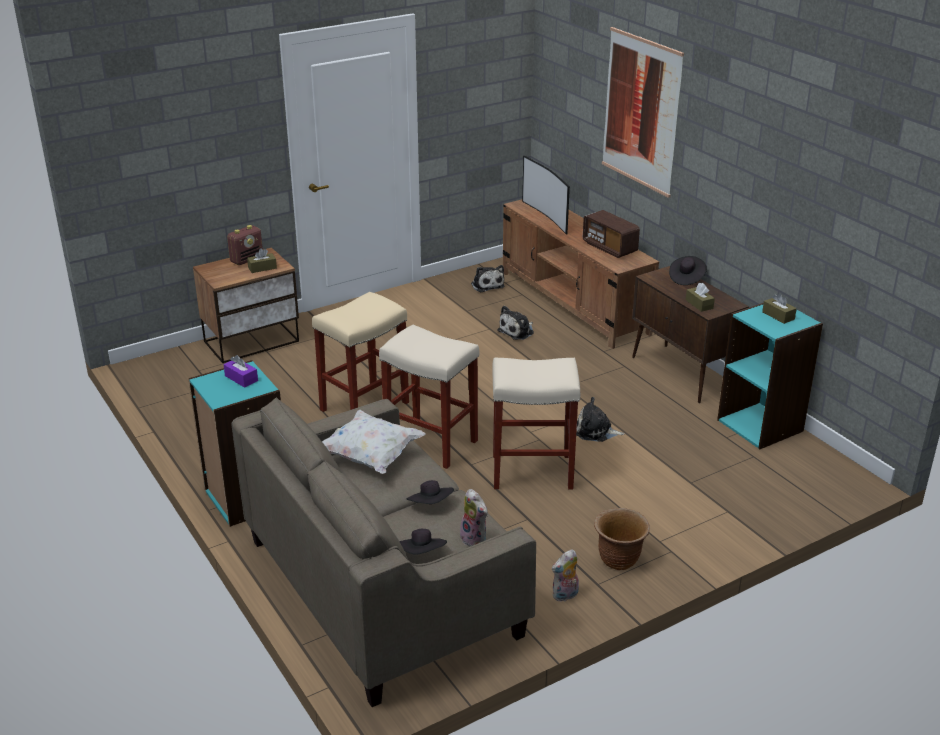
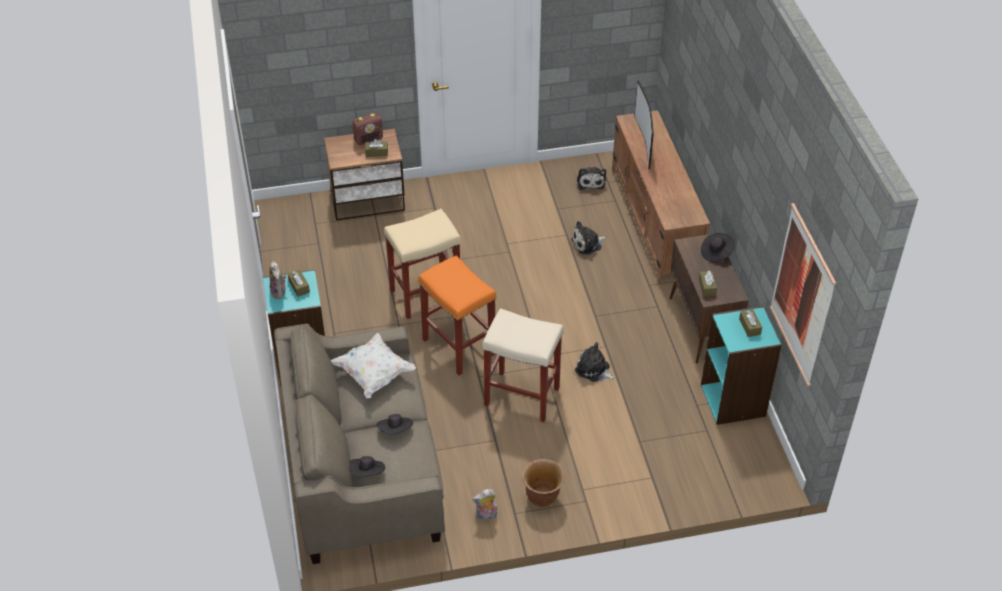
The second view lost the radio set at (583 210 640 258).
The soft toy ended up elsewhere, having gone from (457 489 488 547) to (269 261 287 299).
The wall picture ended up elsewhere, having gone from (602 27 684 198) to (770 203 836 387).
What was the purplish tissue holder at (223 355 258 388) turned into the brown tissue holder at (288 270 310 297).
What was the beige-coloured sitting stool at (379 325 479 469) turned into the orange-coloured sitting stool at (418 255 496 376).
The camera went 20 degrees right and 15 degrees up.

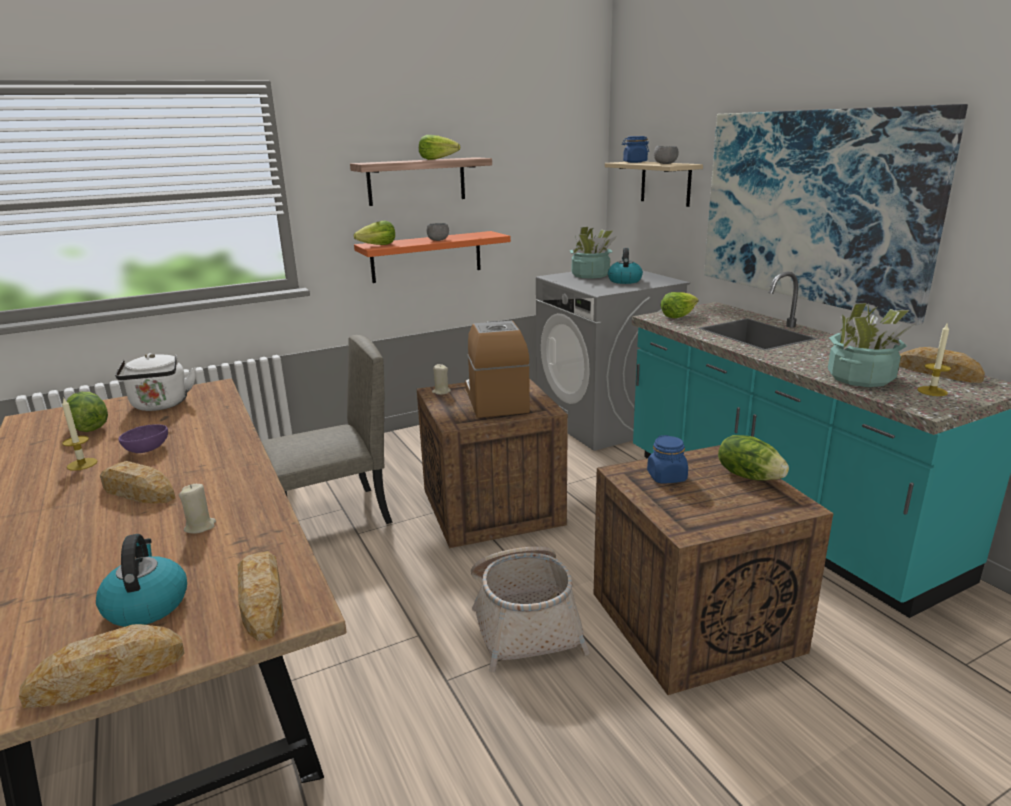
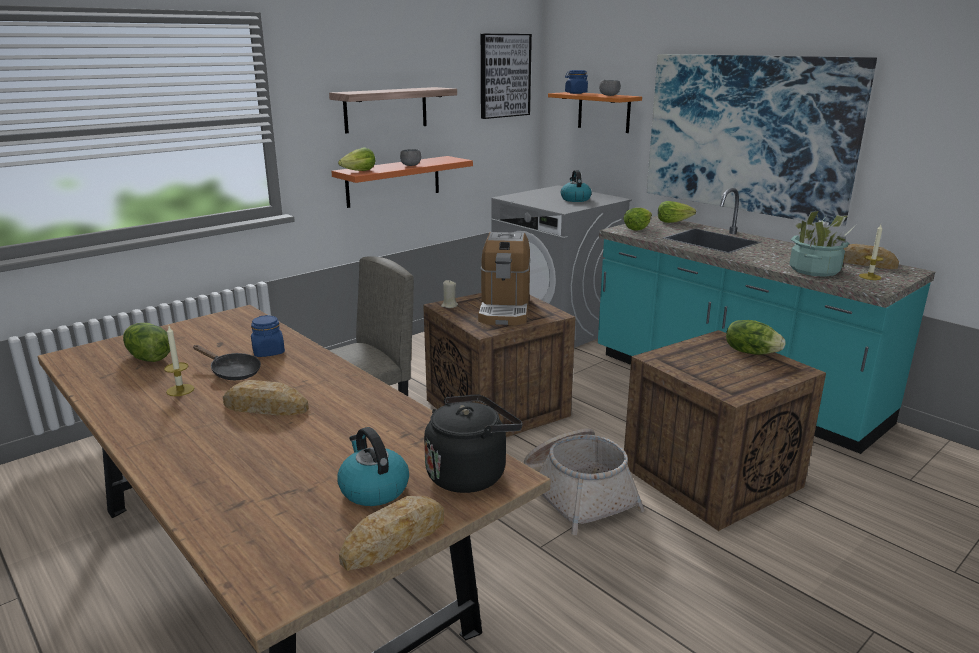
The second view lost the white tea kettle at (115 353 196 411).
The second view lost the beige-coloured candle at (179 484 216 534).
The second view lost the plant in a pot at (570 227 617 279).
The second view gained the wall picture at (481 34 532 119).
The lettuce head ended up elsewhere, having gone from (419 135 460 160) to (658 201 696 223).
The blue-coloured storage jar ended up elsewhere, having gone from (647 435 688 483) to (251 315 285 357).
Where the purplish deep dish stood at (118 424 168 453), the black frying pan came to stand at (193 345 261 380).
Where the baked bread stood at (238 551 284 641), the black tea kettle came to stand at (424 394 522 493).
What was the beige-coloured bracket shelf at (605 162 703 207) turned into the orange-coloured bracket shelf at (548 92 642 133).
The coffee machine at (465 321 530 418) ended up facing another way, 150 degrees counterclockwise from before.
The camera went 15 degrees left and 0 degrees up.

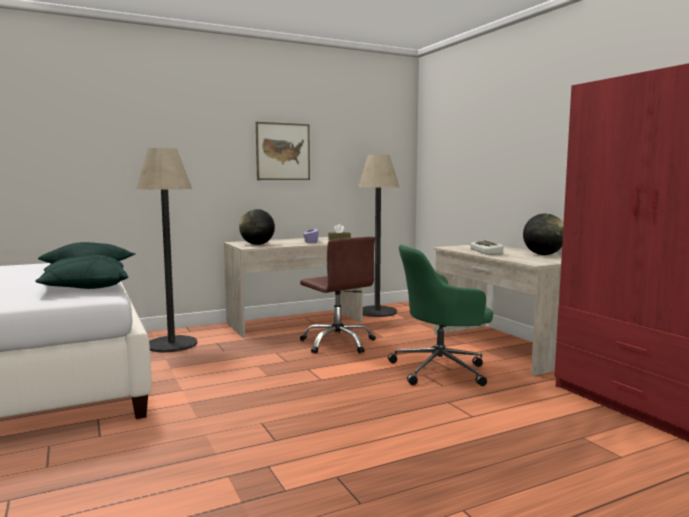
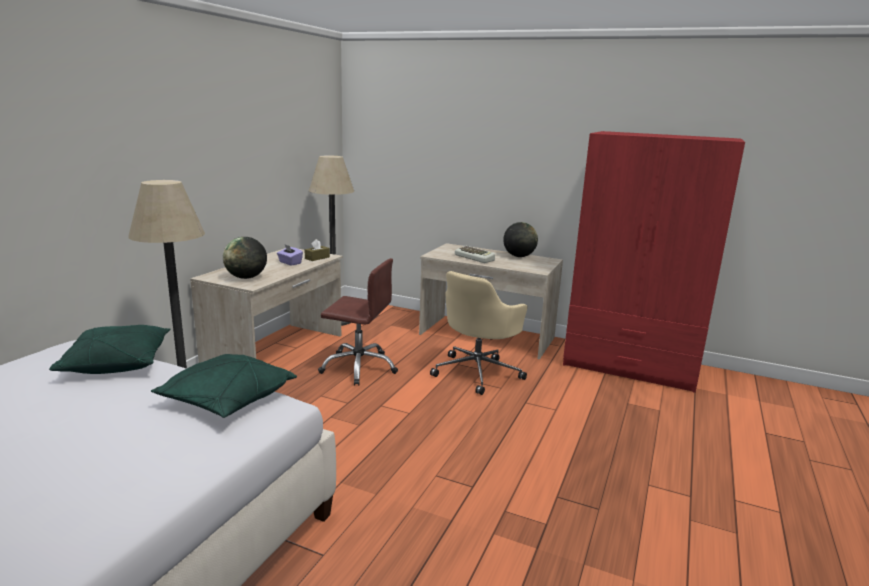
The second view lost the wall picture at (256 122 310 180).
What was the green-coloured desk chair at (388 245 493 386) turned into the beige-coloured desk chair at (430 271 528 395).
The camera went 40 degrees left and 10 degrees up.

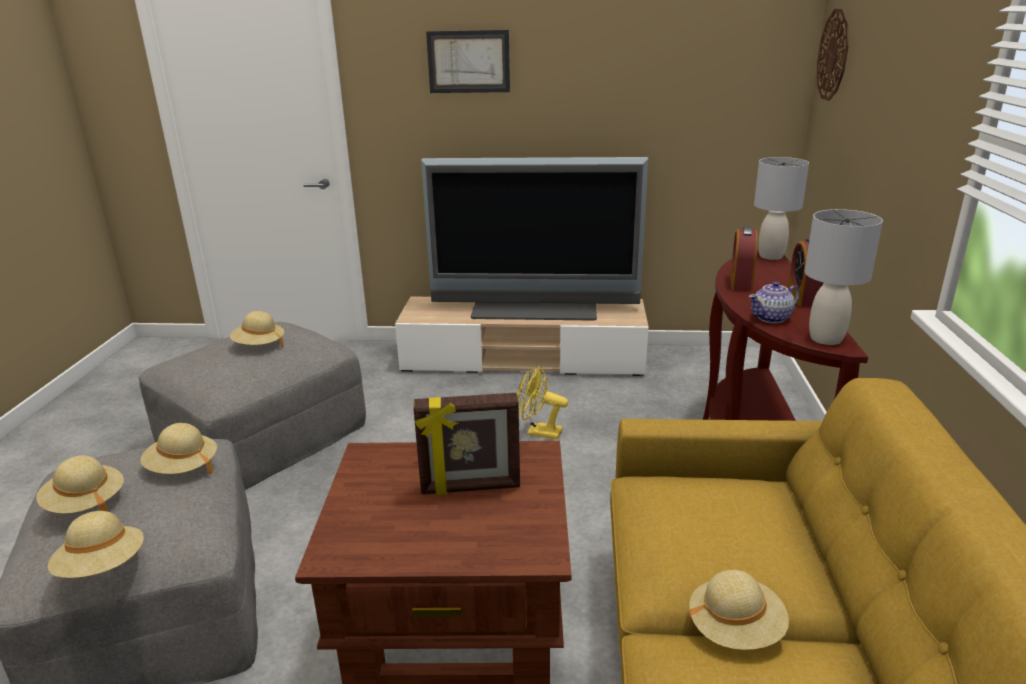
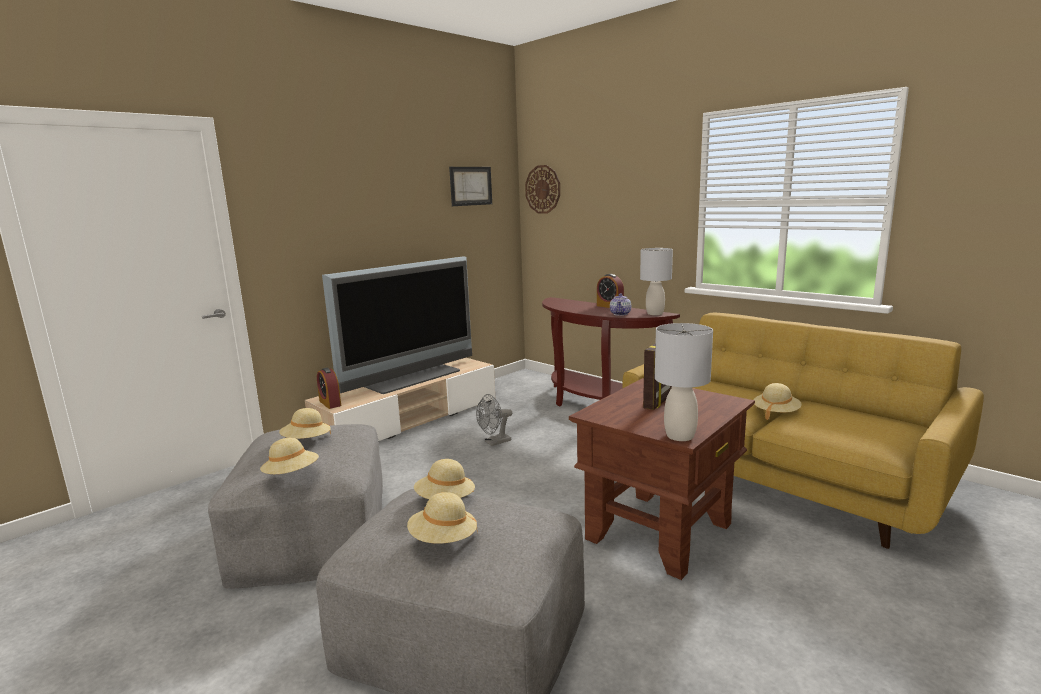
The beige-coloured wearable hat ended up elsewhere, having gone from (48 511 144 578) to (260 437 319 474).
The wall picture ended up elsewhere, having gone from (426 30 510 93) to (449 167 492 206).
The table clock ended up elsewhere, having gone from (730 227 758 291) to (317 368 341 409).
The grey lamp for a table ended up elsewhere, having gone from (754 157 809 260) to (655 323 713 441).
What was the yellowish electric fan at (517 366 568 440) turned into the grey electric fan at (476 394 512 446).
The camera went 50 degrees left and 10 degrees down.

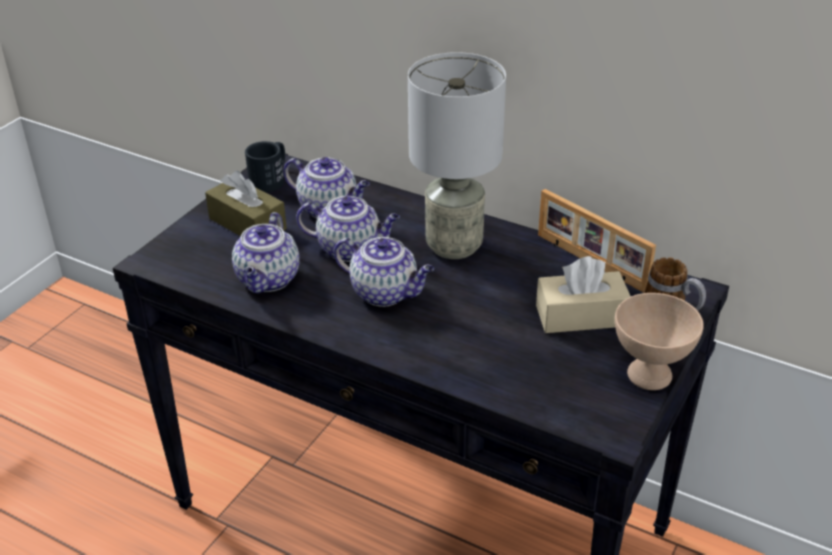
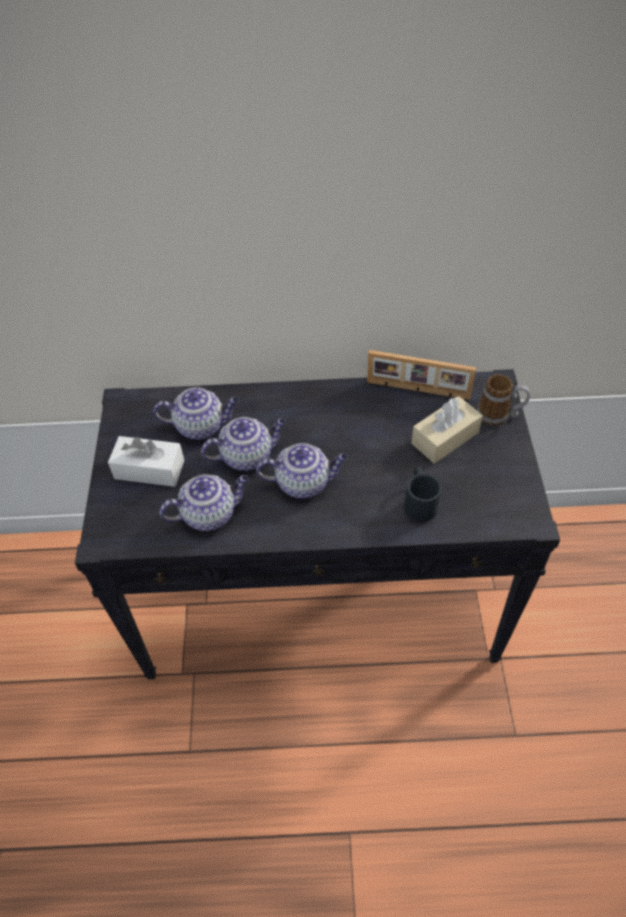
The second view lost the grey lamp for a table at (408 52 506 259).
The second view lost the beige-coloured deep dish at (615 293 704 390).
The black coffee mug ended up elsewhere, having gone from (245 141 285 192) to (404 467 442 522).
What was the brown tissue holder at (205 171 287 236) turned into the white tissue holder at (108 436 184 487).
The teapot at (232 212 300 293) ended up facing another way, 90 degrees counterclockwise from before.
The camera went 30 degrees left and 15 degrees up.

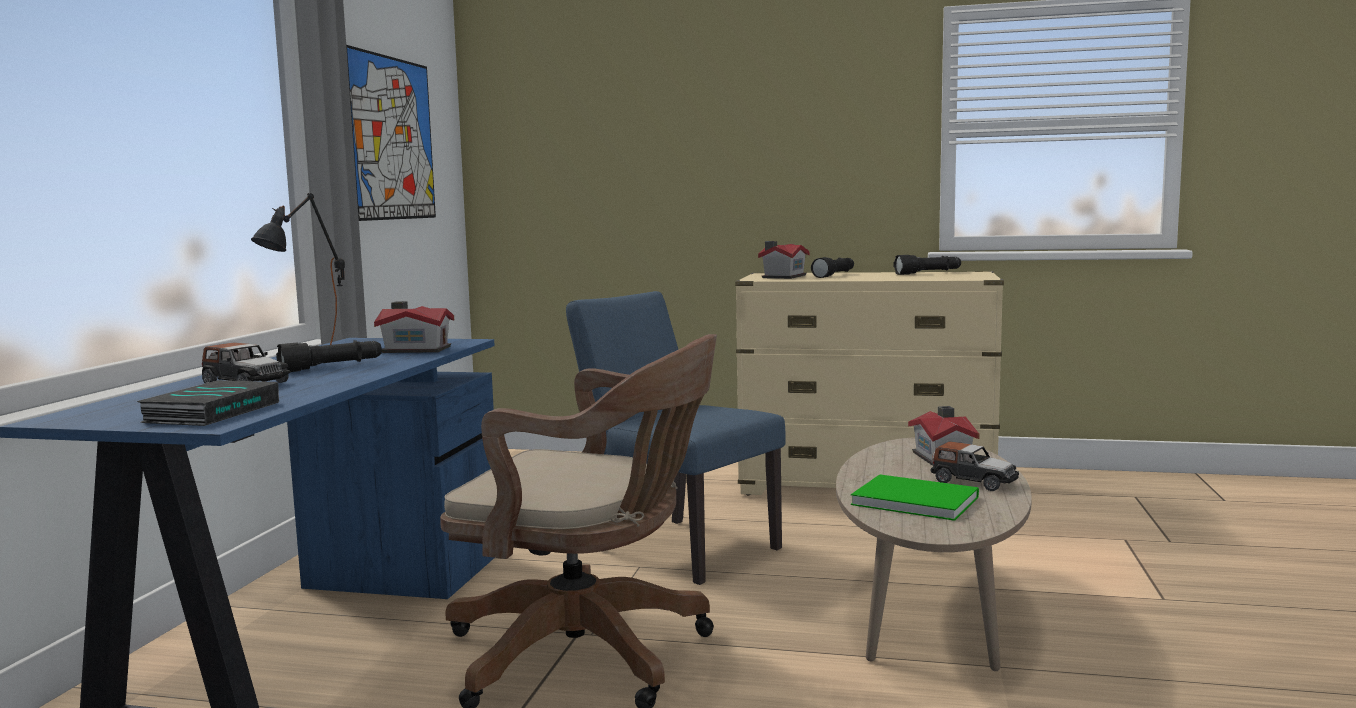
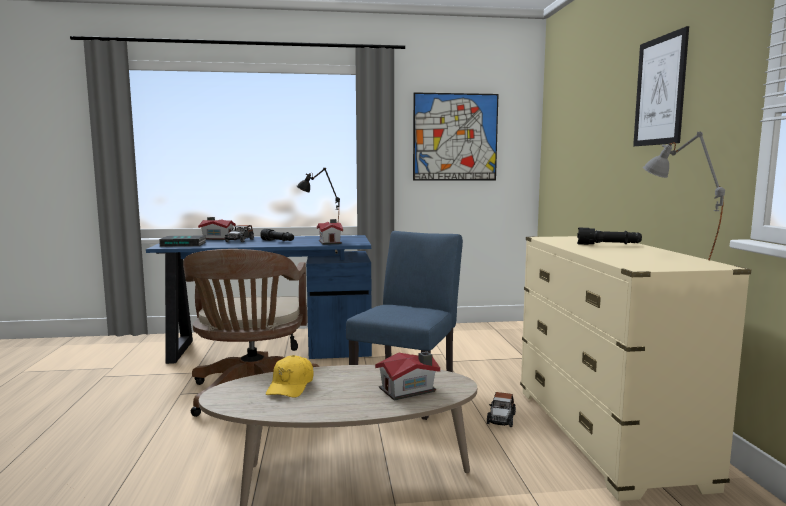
The second view gained the wall picture at (633 26 689 146).
The model house ended up elsewhere, having gone from (758 241 810 279) to (198 217 236 240).
The toy car ended up elsewhere, having gone from (931 441 1019 491) to (487 392 516 427).
Where the green-coloured volume stood at (851 475 979 521), the yellowish cap came to stand at (266 355 314 398).
Where the black flashlight stood at (893 255 961 275), the grey lamp for a table came to stand at (643 132 725 261).
The camera went 70 degrees right and 0 degrees up.

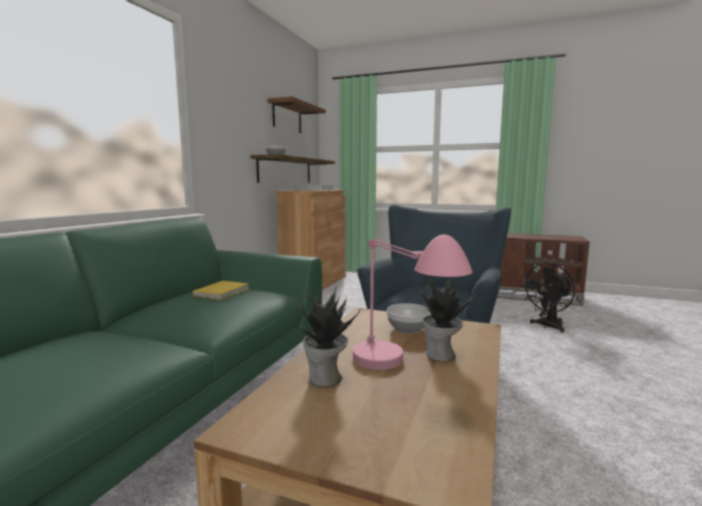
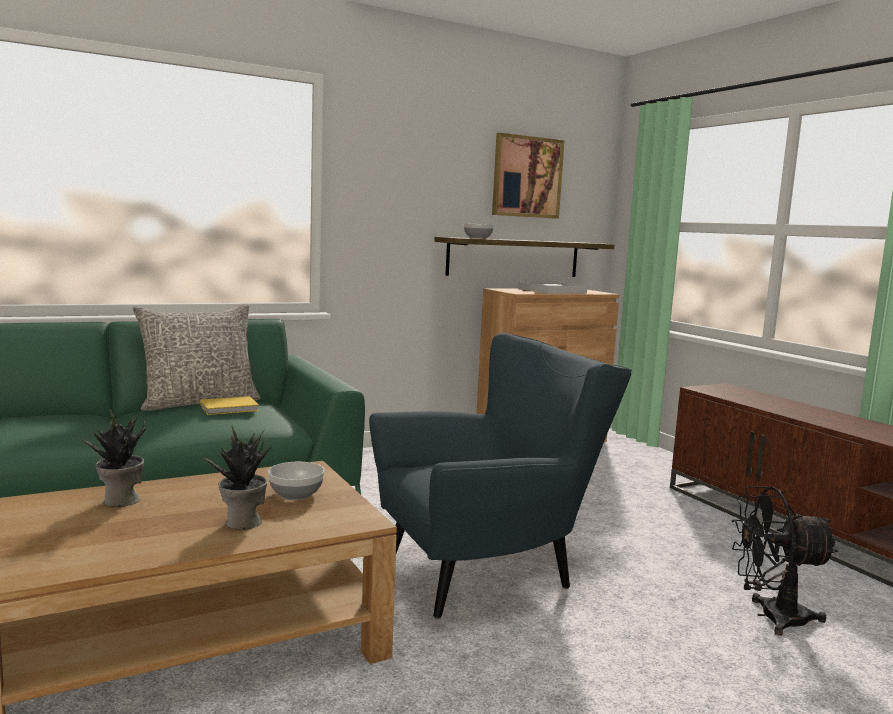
The second view lost the pink lamp for a table at (353 235 473 370).
The second view gained the grey throw pillow at (133 304 261 411).
Where the brown bracket shelf hung at (267 96 326 133), the wall picture came to hang at (492 133 565 219).
The camera went 40 degrees right and 0 degrees up.

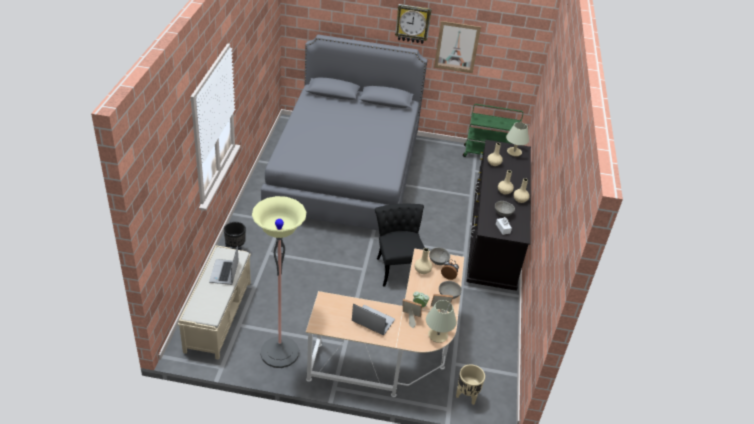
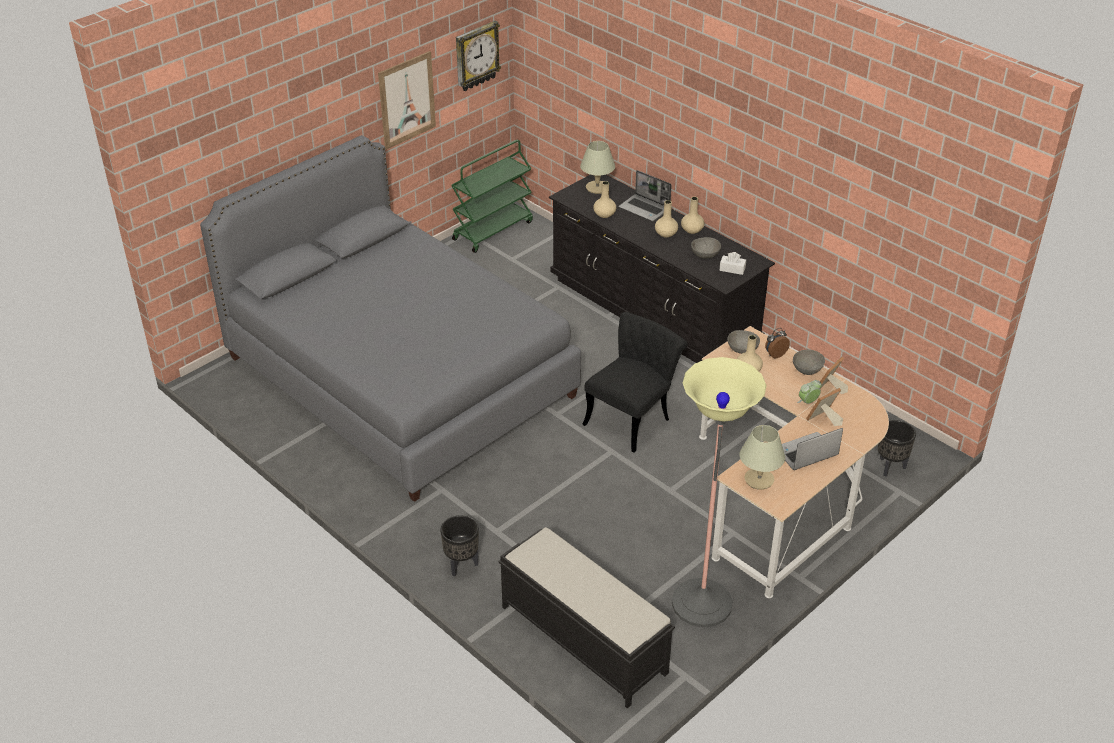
The laptop ended up elsewhere, having gone from (209 246 239 285) to (619 170 672 221).
The hanging clock ended up elsewhere, having gone from (395 4 432 44) to (456 21 501 91).
The beige-coloured lamp for a table ended up elsewhere, having gone from (426 300 456 343) to (740 425 785 490).
What was the beige-coloured bench at (178 245 251 360) turned into the black bench at (498 527 675 708).
What was the beige-coloured plant pot at (456 364 485 405) turned into the black plant pot at (878 420 916 477).
The black upright chair at (375 204 425 287) ended up facing another way, 105 degrees clockwise from before.
The camera went 50 degrees left and 0 degrees up.

